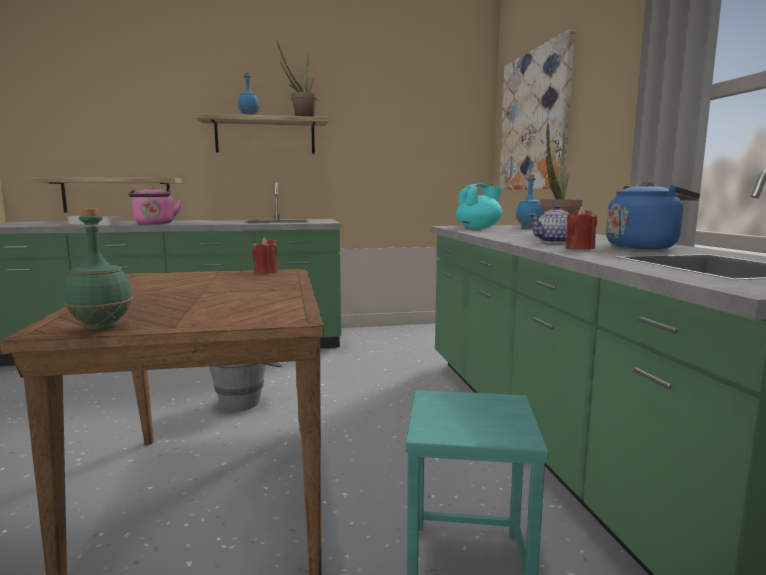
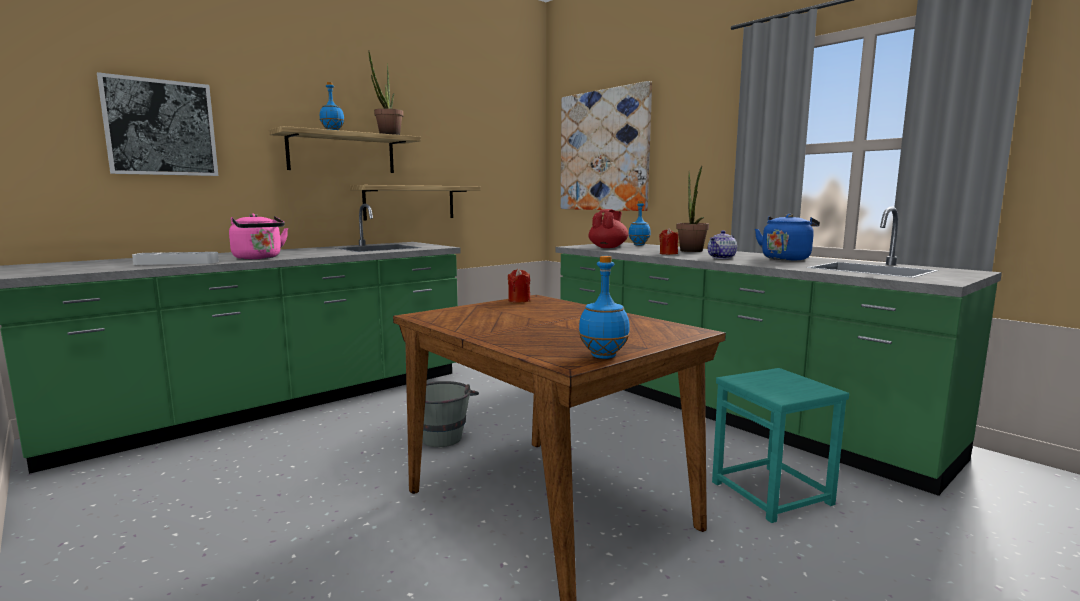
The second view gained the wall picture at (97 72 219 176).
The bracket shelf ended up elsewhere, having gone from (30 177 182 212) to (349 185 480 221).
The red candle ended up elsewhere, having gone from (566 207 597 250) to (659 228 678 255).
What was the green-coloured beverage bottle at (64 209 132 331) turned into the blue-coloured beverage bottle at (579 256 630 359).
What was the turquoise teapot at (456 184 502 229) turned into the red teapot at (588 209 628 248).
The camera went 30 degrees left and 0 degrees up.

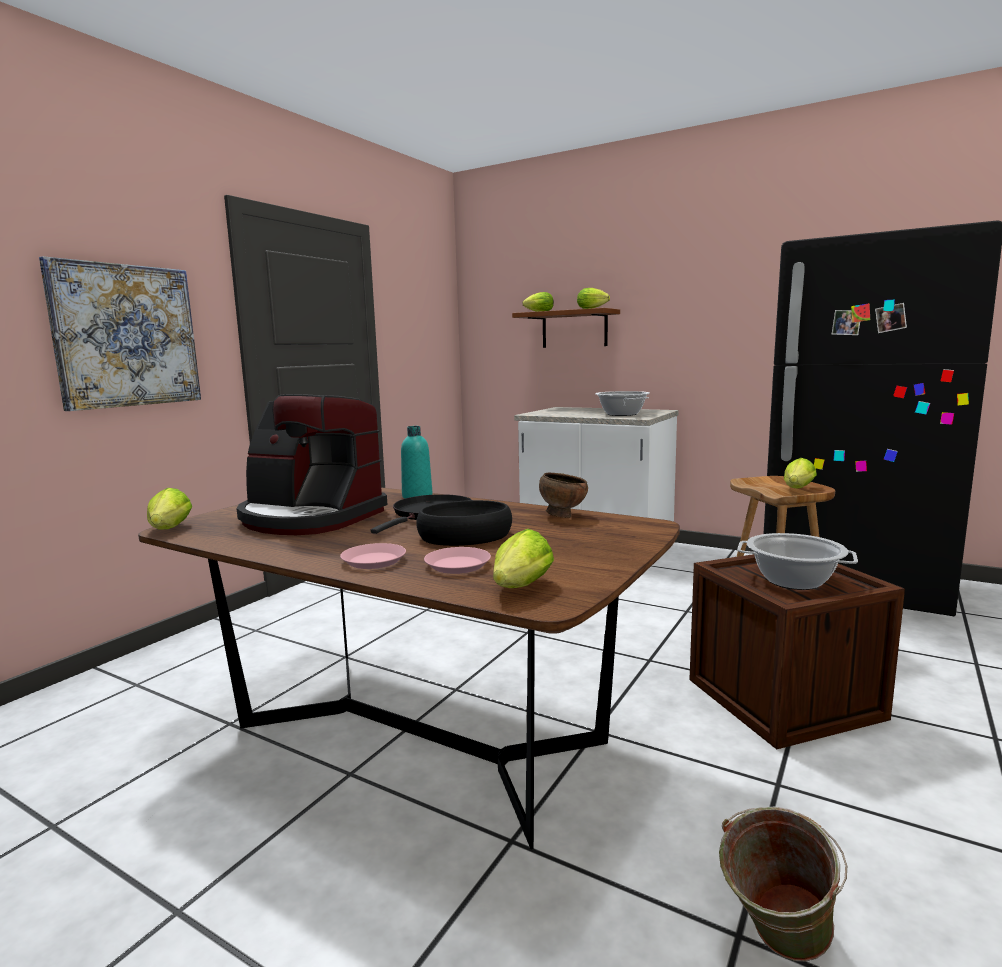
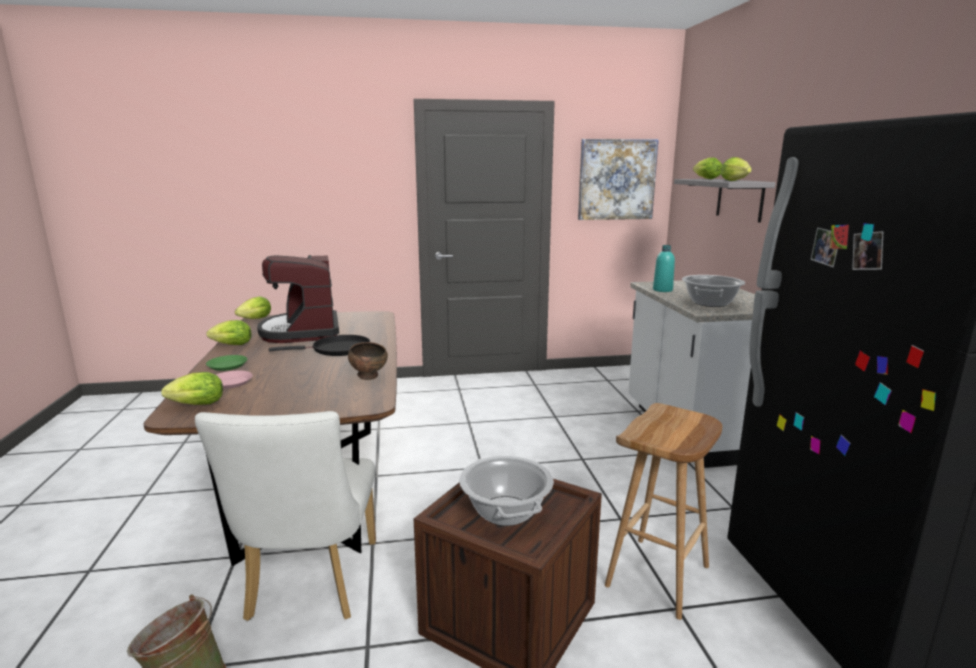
The second view lost the black deep dish at (416 500 512 546).
The second view gained the white upright chair at (195 411 376 621).
The wall picture ended up elsewhere, having gone from (39 256 201 411) to (578 139 659 220).
The turquoise beverage bottle ended up elsewhere, having gone from (401 426 432 498) to (653 245 675 292).
The lettuce head ended up elsewhere, having gone from (784 458 817 489) to (207 320 252 345).
What was the pink flat dish at (340 543 406 569) turned into the green-coloured flat dish at (206 355 247 371).
What was the brown bracket shelf at (512 308 620 348) turned into the grey bracket shelf at (674 179 776 223).
The camera went 50 degrees right and 5 degrees up.

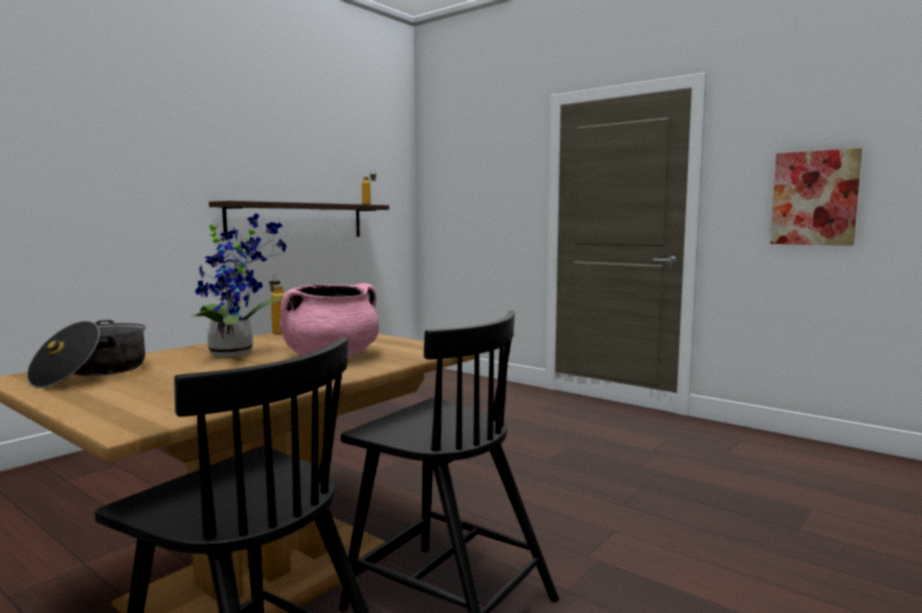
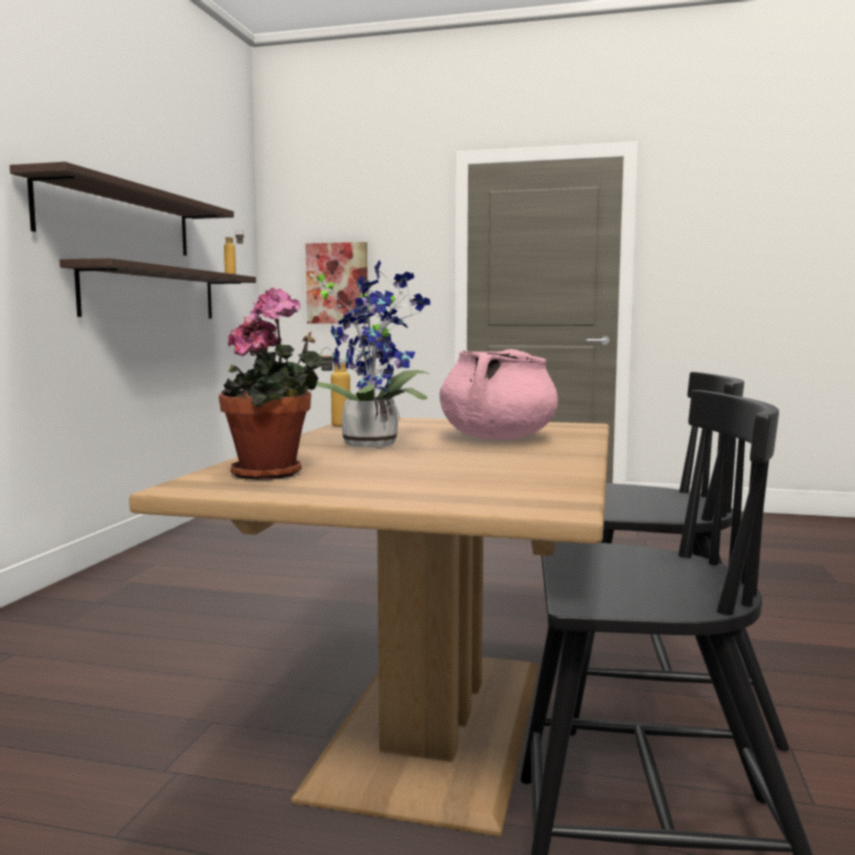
The second view gained the bracket shelf at (10 162 234 256).
The wall picture ended up elsewhere, having gone from (770 148 862 246) to (306 242 368 323).
Where the stockpot stood at (27 320 146 388), the plant in a pot came to stand at (219 288 325 480).
The camera went 25 degrees left and 0 degrees up.

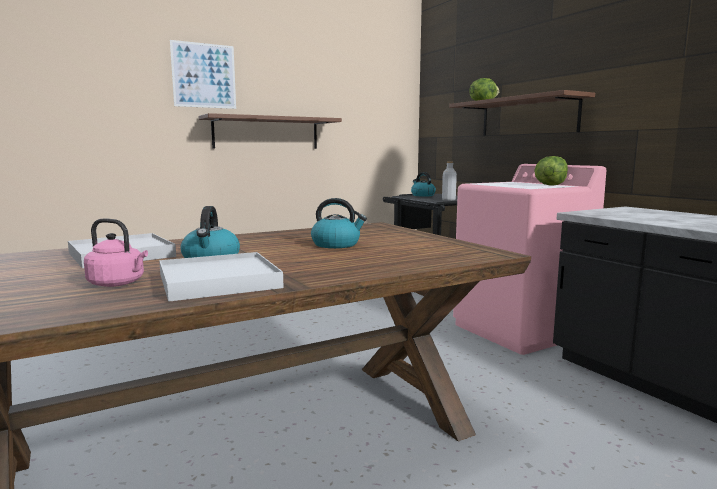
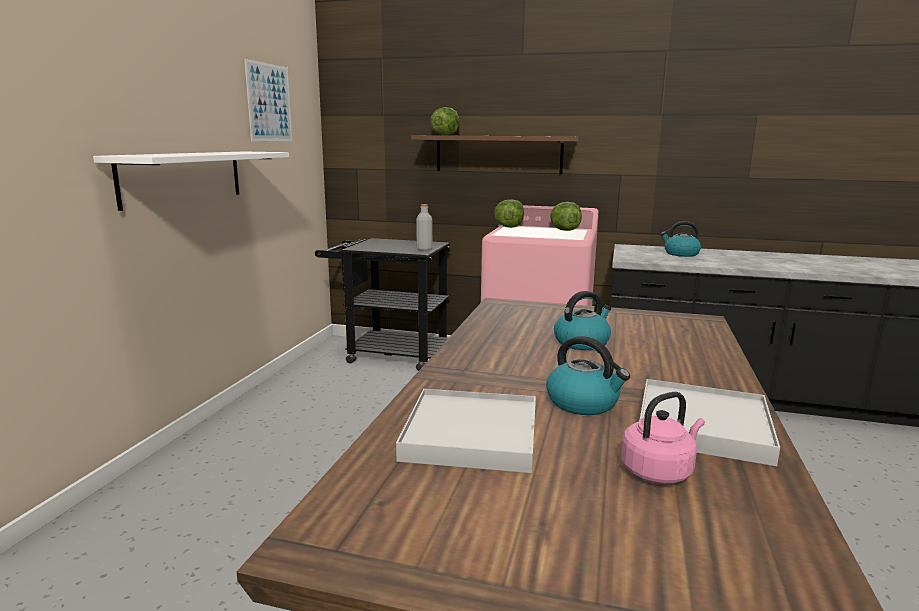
The second view gained the lettuce head at (494 199 524 228).
The wall picture ended up elsewhere, having gone from (170 40 236 109) to (244 59 292 141).
The tea kettle ended up elsewhere, having gone from (411 172 436 196) to (660 221 701 257).
What was the brown bracket shelf at (199 113 342 149) turned into the white bracket shelf at (93 152 289 211).
The camera went 45 degrees left and 5 degrees up.

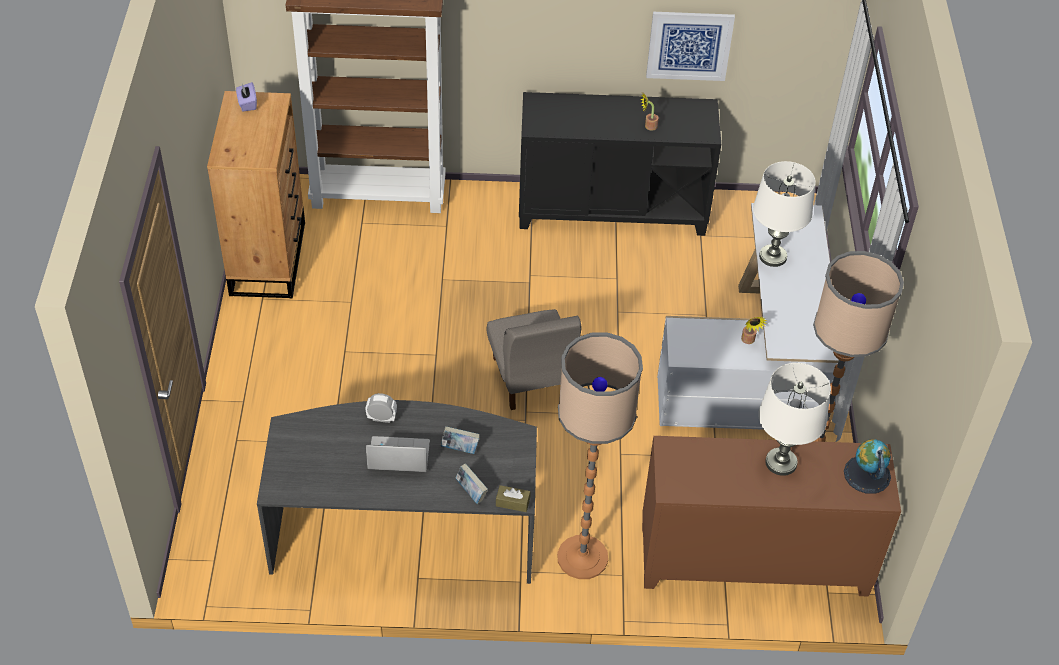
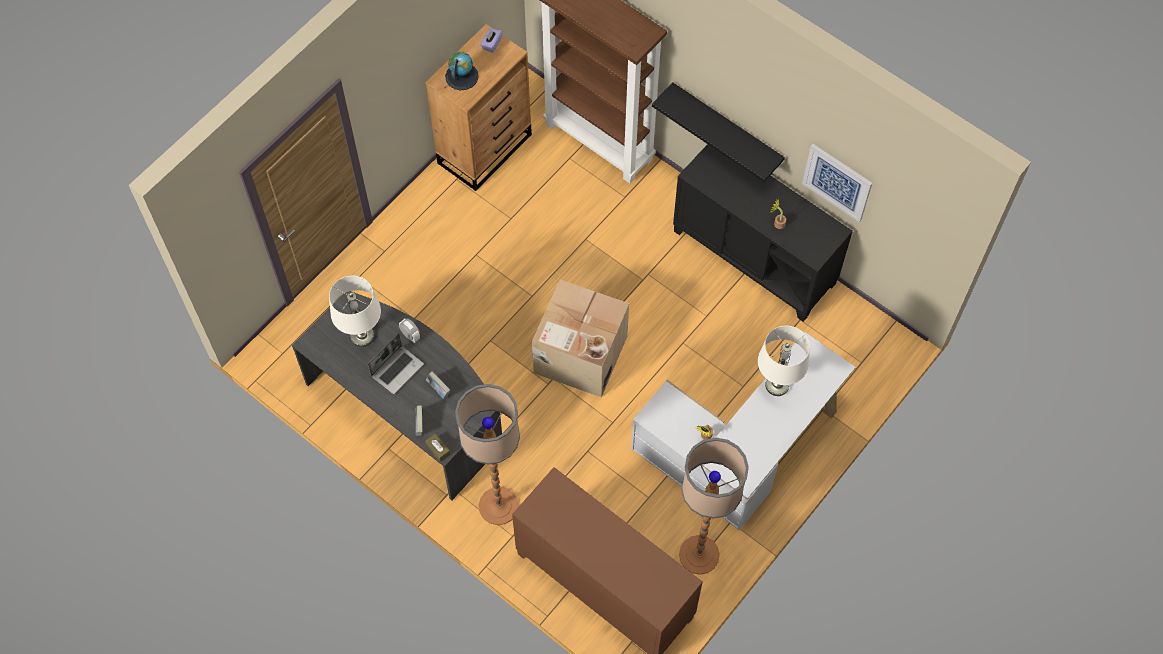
The second view gained the black bracket shelf at (652 82 785 182).
The white lamp for a table ended up elsewhere, having gone from (758 363 831 476) to (329 276 381 347).
The world globe ended up elsewhere, having gone from (844 439 891 494) to (445 52 479 91).
Where the grey upright chair stood at (486 309 582 410), the carton came to stand at (532 280 629 397).
The laptop at (366 436 430 472) ended up facing another way, 90 degrees clockwise from before.
The camera went 40 degrees right and 15 degrees up.

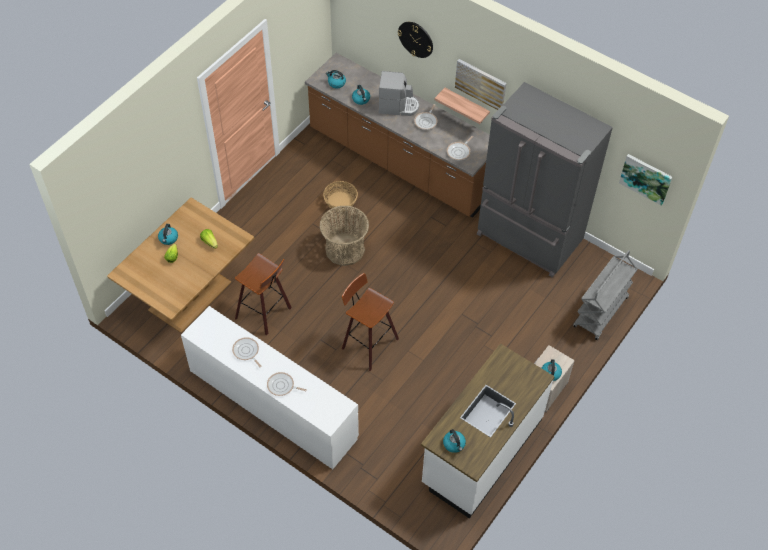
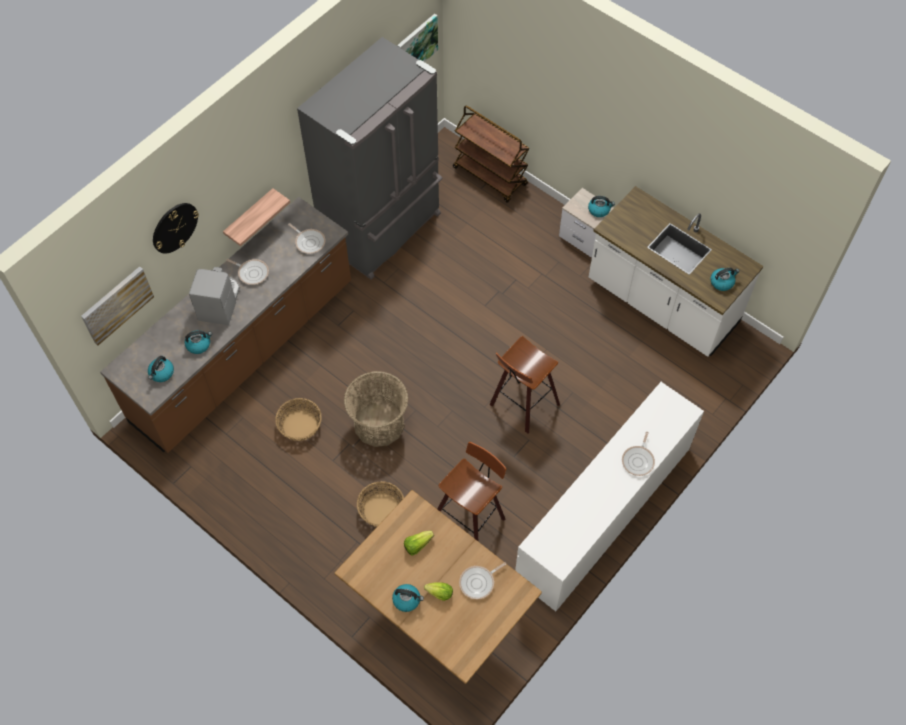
The second view gained the basket at (357 481 404 527).
The frying pan ended up elsewhere, having gone from (232 337 261 367) to (459 562 506 599).
The wall picture ended up elsewhere, having gone from (455 59 506 110) to (81 266 154 346).
What was the grey wheeled cart at (573 250 637 340) turned into the brown wheeled cart at (453 105 530 203).
The camera went 85 degrees left and 5 degrees up.

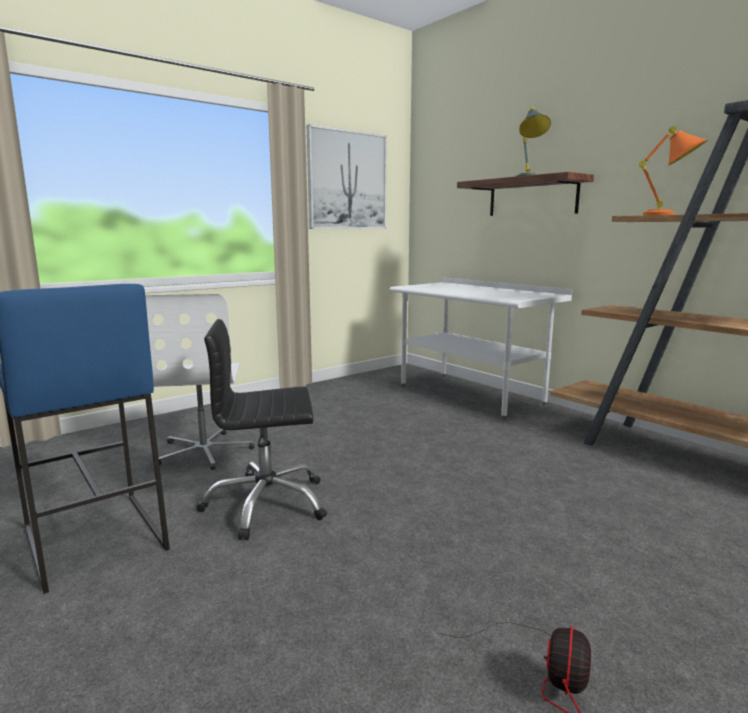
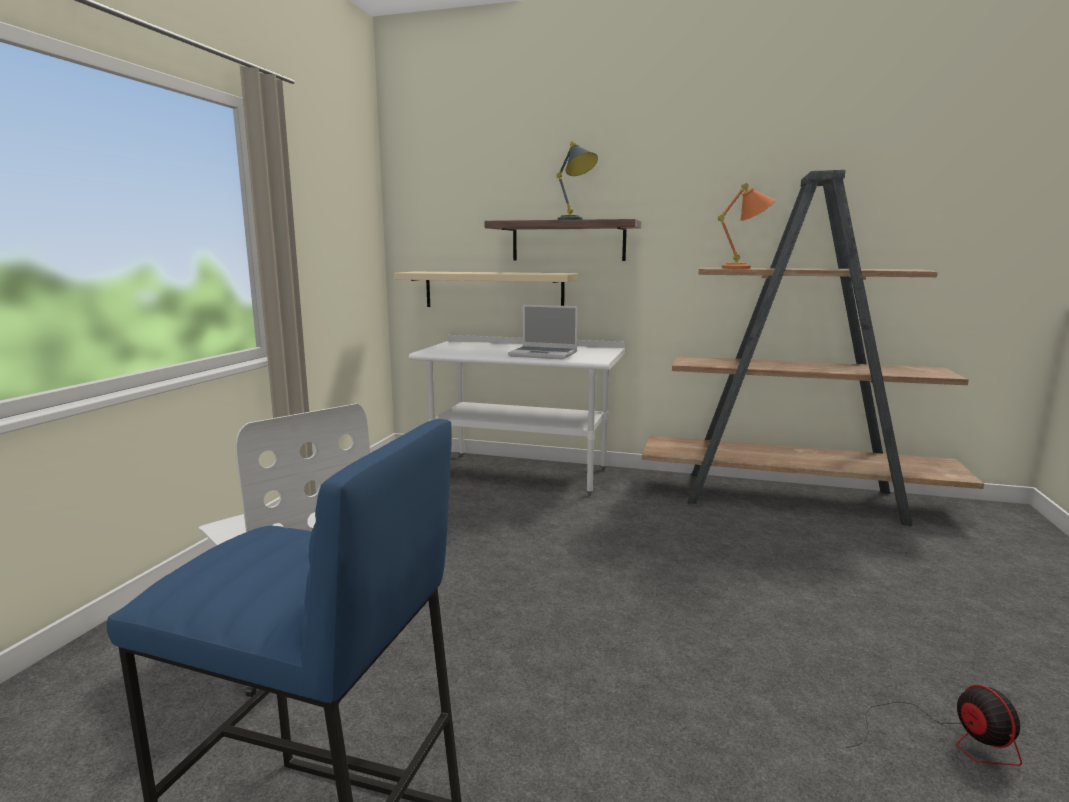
The second view lost the black desk chair at (197 319 327 540).
The second view lost the wall picture at (307 124 387 229).
The second view gained the beige-coloured bracket shelf at (394 272 578 307).
The second view gained the laptop at (508 305 578 360).
The camera went 35 degrees left and 0 degrees up.

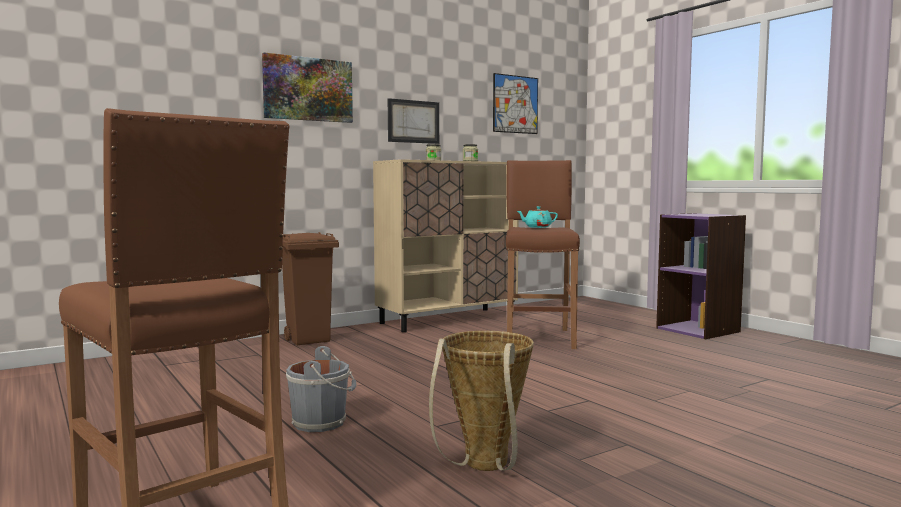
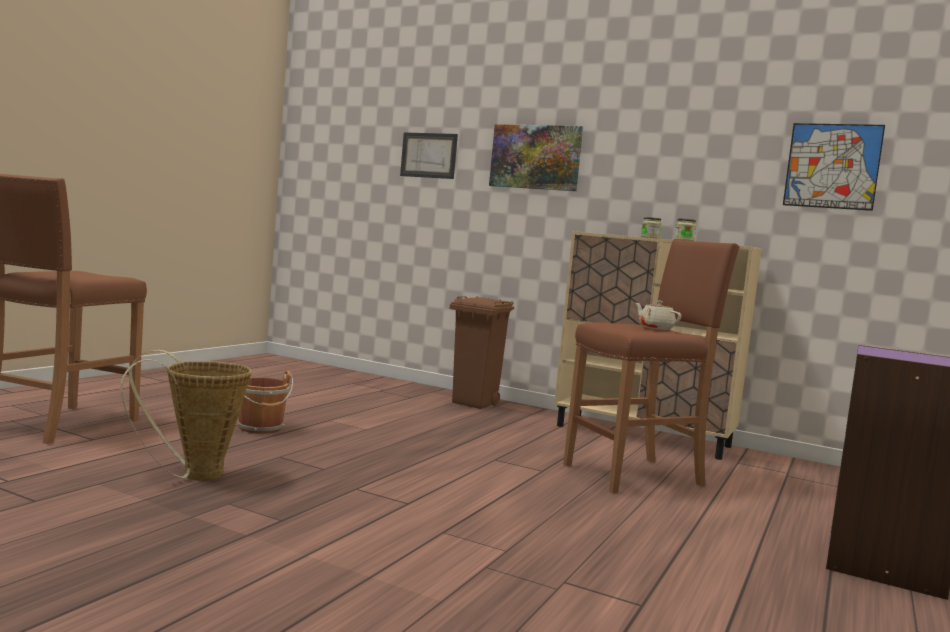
The wall picture ended up elsewhere, having gone from (388 98 439 144) to (400 132 458 179).
What was the grey water bucket at (286 346 356 432) turned into the brown water bucket at (238 371 293 434).
What was the turquoise teapot at (517 206 558 228) turned into the beige-coloured teapot at (636 300 681 330).
The camera went 60 degrees right and 0 degrees up.

